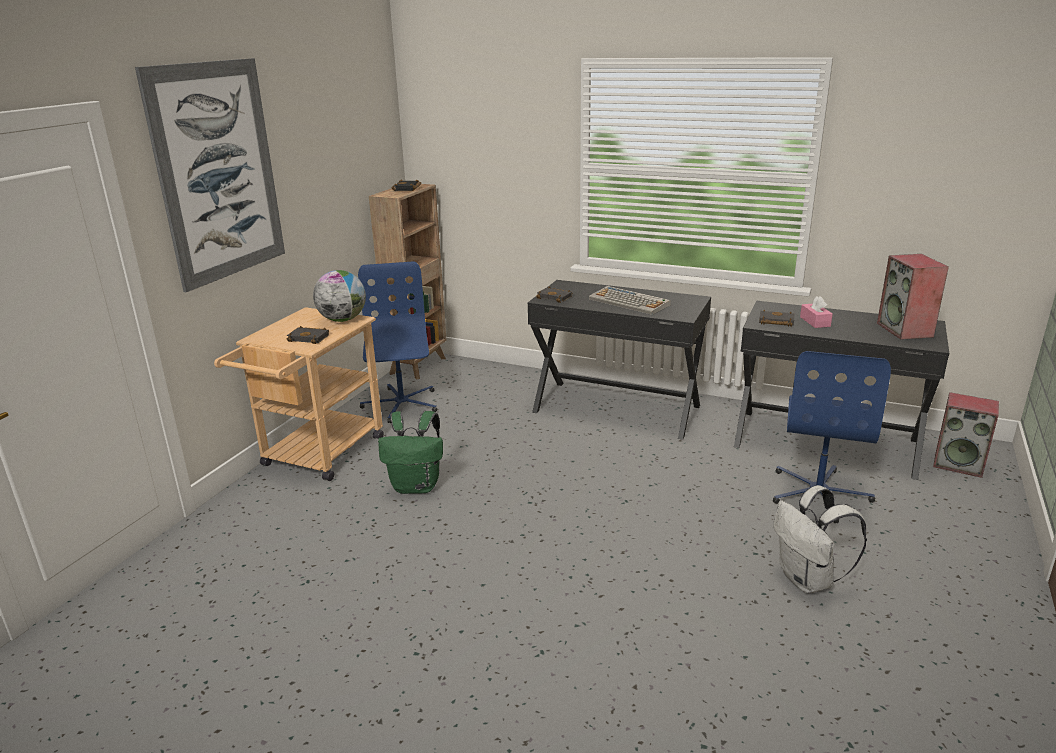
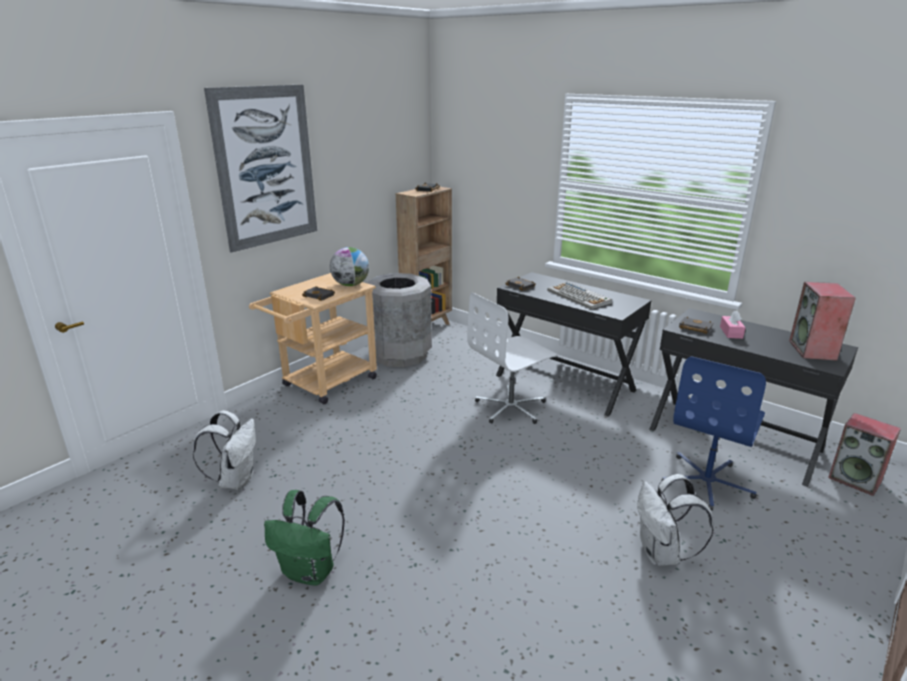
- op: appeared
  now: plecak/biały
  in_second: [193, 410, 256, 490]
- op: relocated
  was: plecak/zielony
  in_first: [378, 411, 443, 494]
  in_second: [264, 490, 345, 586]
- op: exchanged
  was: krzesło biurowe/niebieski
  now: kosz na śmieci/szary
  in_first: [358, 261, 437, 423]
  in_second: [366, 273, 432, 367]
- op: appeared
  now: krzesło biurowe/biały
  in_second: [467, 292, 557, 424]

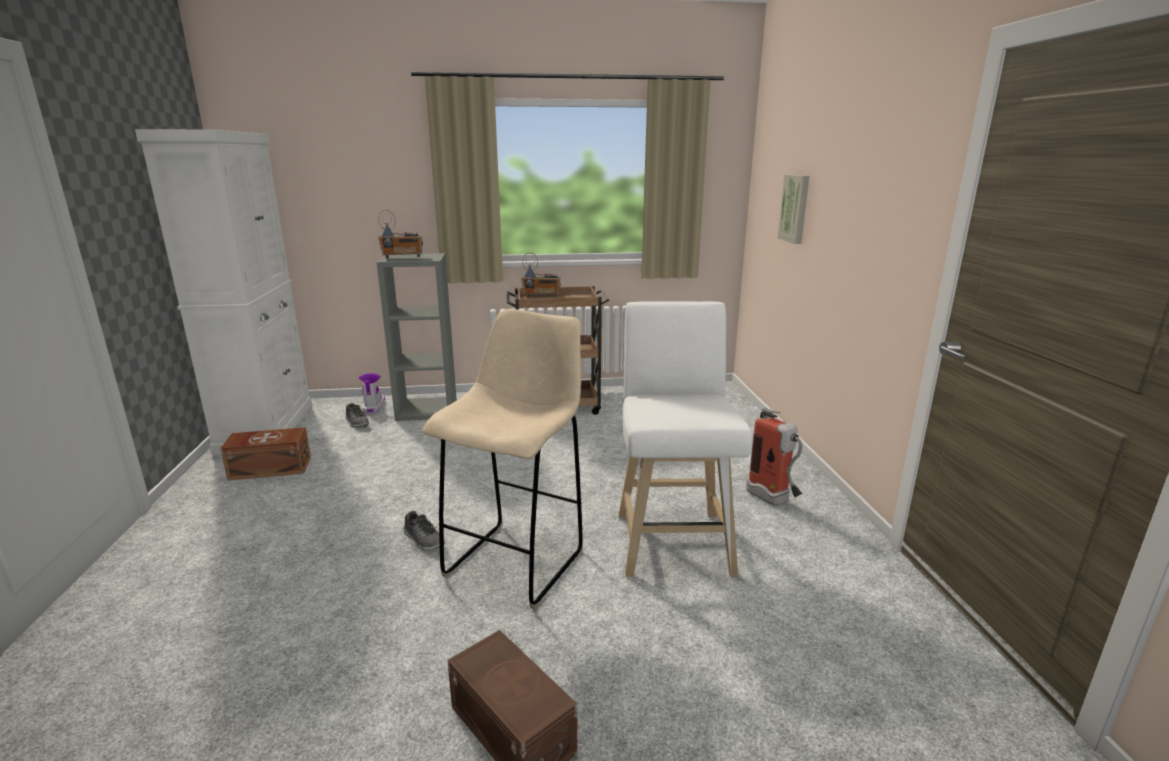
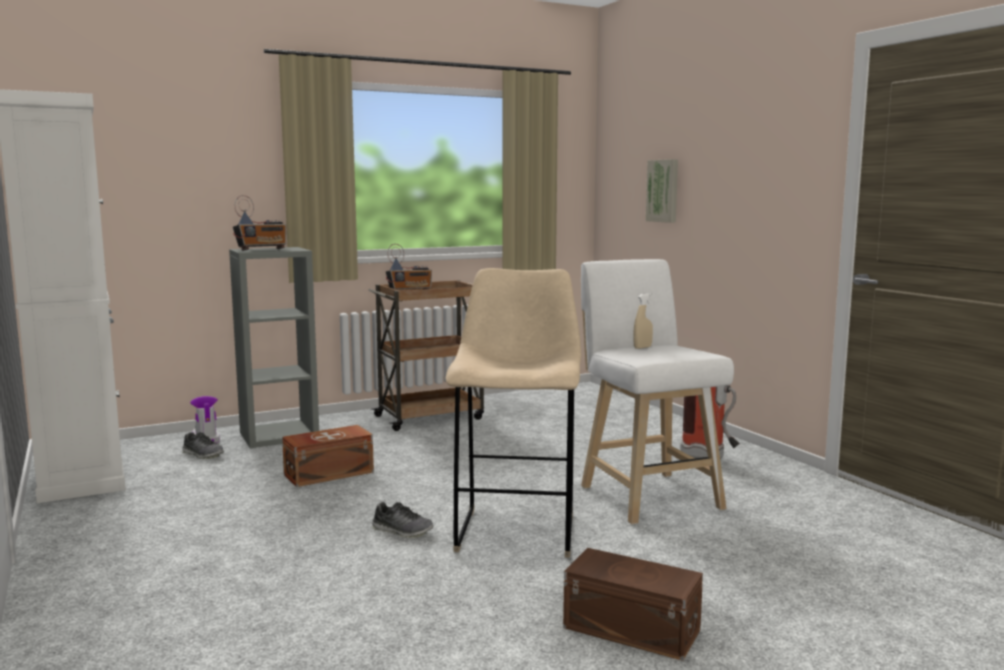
- op: relocated
  was: pojemnik do przechowywania/brązowy
  in_first: [220, 427, 311, 481]
  in_second: [282, 425, 374, 487]
- op: appeared
  now: spryskiwacz/beżowy
  in_second: [633, 293, 653, 349]

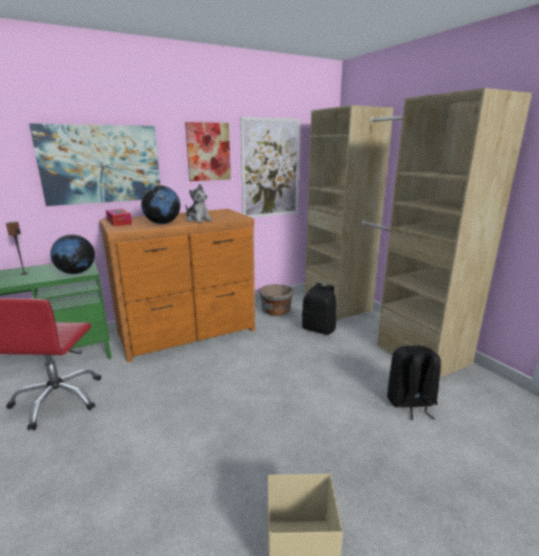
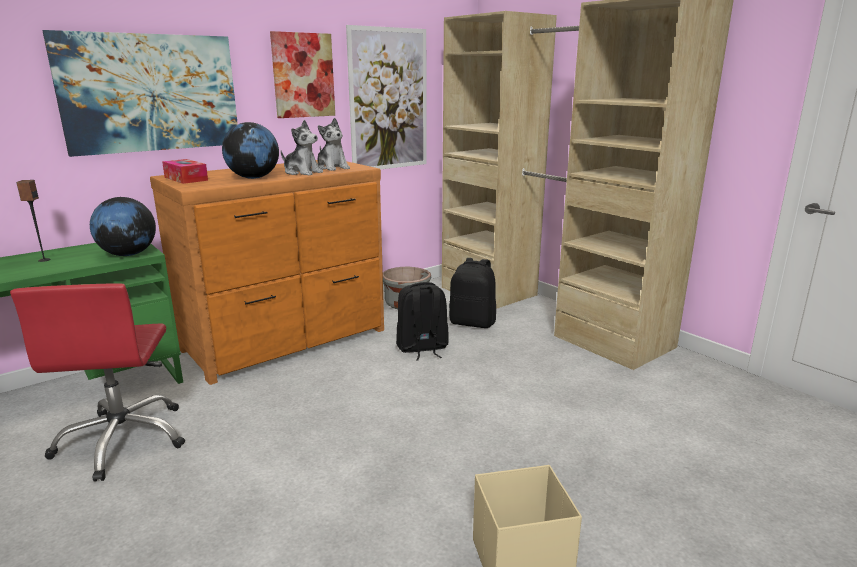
- op: appeared
  now: pluszak
  in_second: [317, 118, 350, 171]
- op: relocated
  was: plecak/czarny
  in_first: [387, 346, 441, 420]
  in_second: [396, 282, 449, 361]

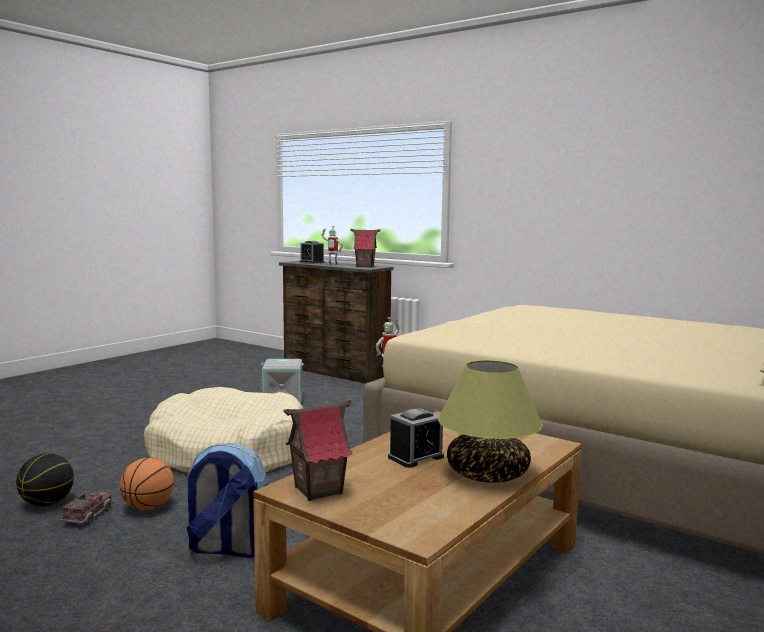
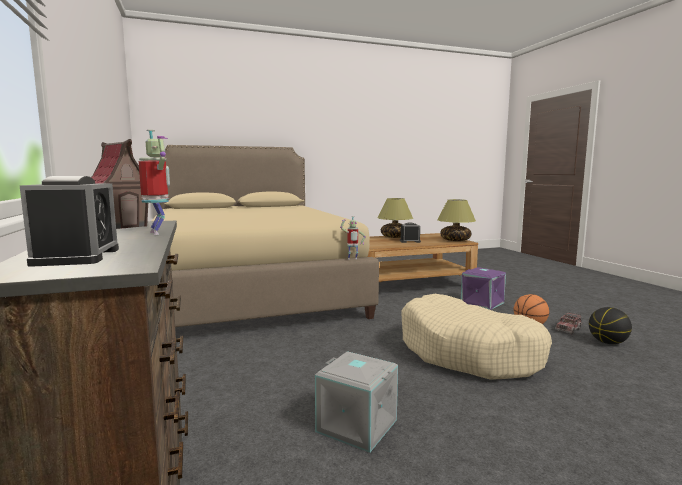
- op: exchanged
  was: domek
  now: lampa stołowa
  in_first: [284, 400, 353, 501]
  in_second: [437, 199, 476, 241]
- op: exchanged
  was: plecak
  now: pojemnik do przechowywania/fioletowy
  in_first: [185, 443, 267, 558]
  in_second: [461, 267, 506, 310]

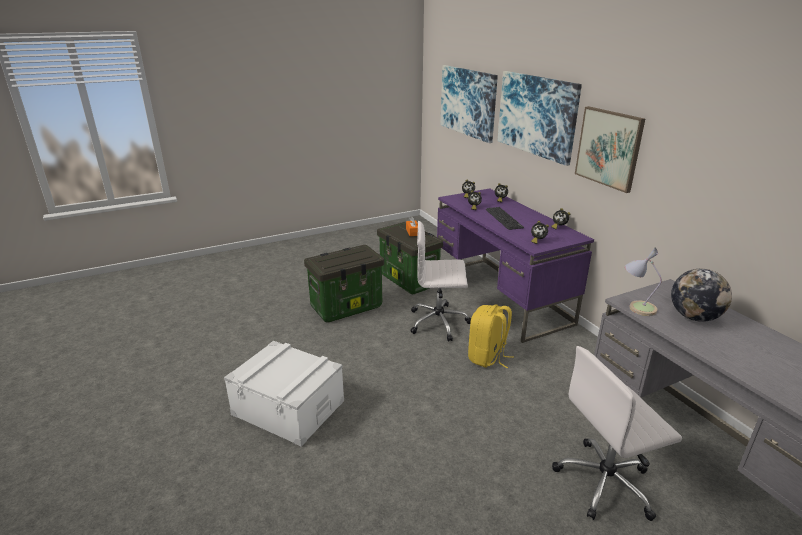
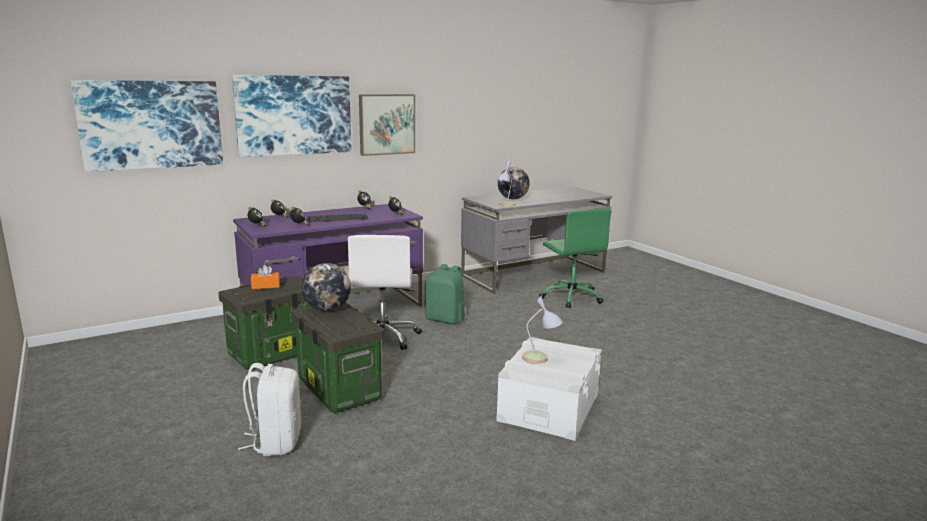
- op: appeared
  now: plecak/biały
  in_second: [238, 363, 301, 456]
- op: appeared
  now: globus
  in_second: [302, 263, 351, 311]
- op: colour
  was: plecak/żółty
  now: plecak/zielony
  in_first: [468, 305, 514, 368]
  in_second: [424, 264, 465, 325]
- op: appeared
  now: lampa stołowa
  in_second: [522, 296, 563, 364]
- op: colour
  was: krzesło biurowe/biały
  now: krzesło biurowe/zielony
  in_first: [552, 346, 682, 521]
  in_second: [539, 209, 612, 308]

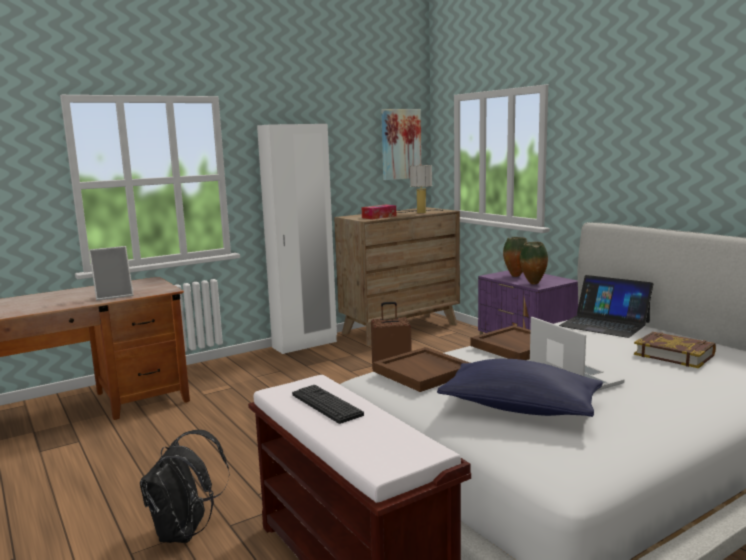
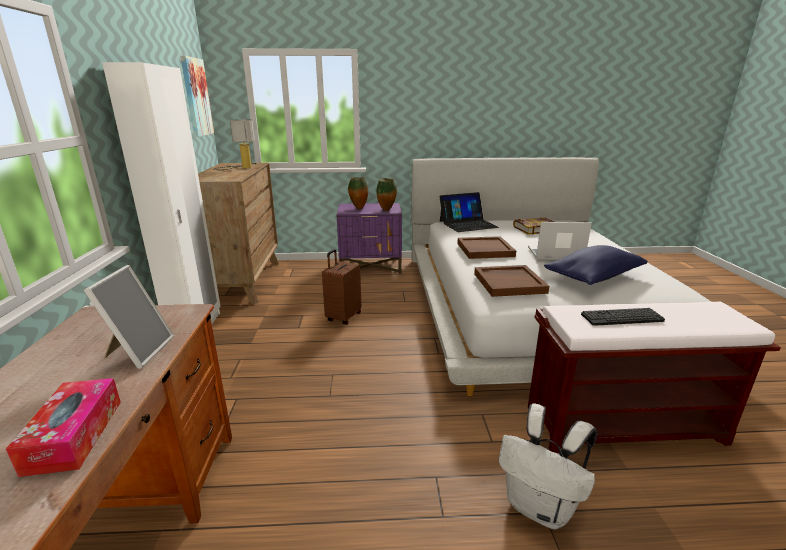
- op: relocated
  was: pudełko chusteczek
  in_first: [362, 205, 396, 219]
  in_second: [6, 378, 121, 477]
- op: colour
  was: plecak/czarny
  now: plecak/biały
  in_first: [140, 430, 230, 543]
  in_second: [499, 404, 598, 530]

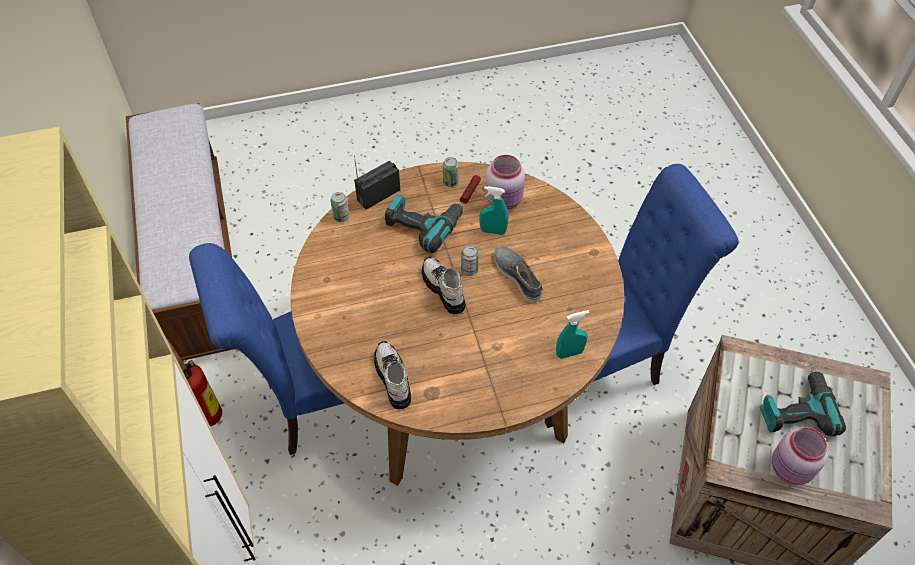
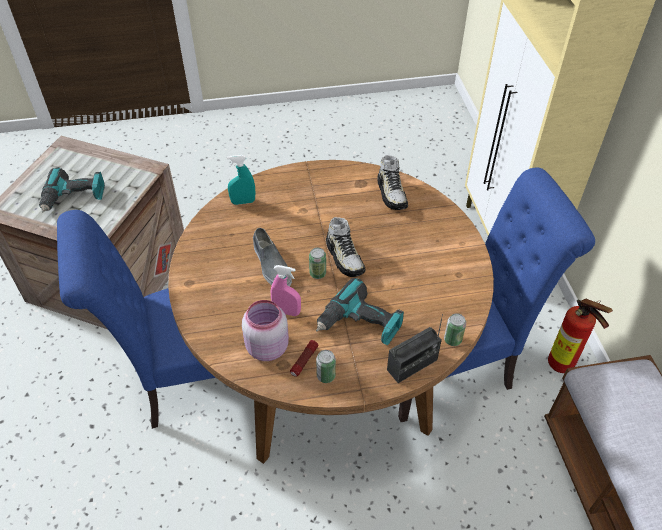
- op: colour
  was: spryskiwacz/turkusowy
  now: spryskiwacz/różowy
  in_first: [480, 186, 508, 235]
  in_second: [271, 265, 301, 316]
- op: missing
  was: słoik/różowy
  in_first: [772, 428, 829, 485]

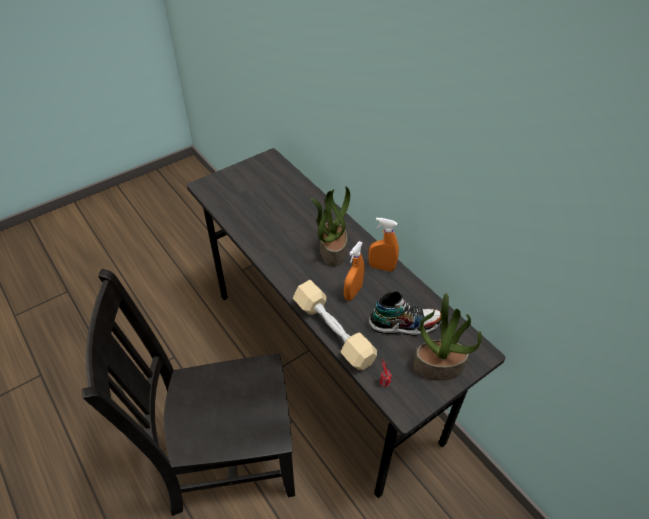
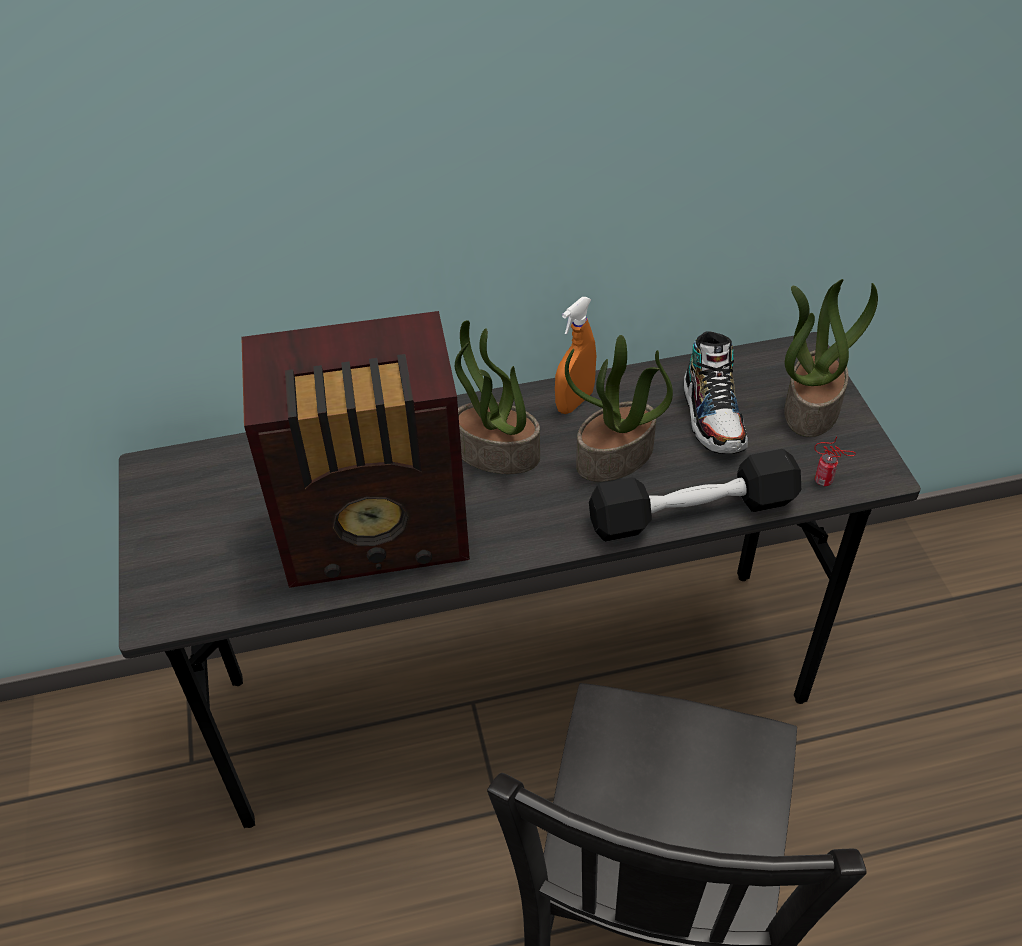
- op: appeared
  now: radio
  in_second: [241, 311, 470, 588]
- op: exchanged
  was: spryskiwacz/pomarańczowy
  now: roślina doniczkowa
  in_first: [344, 241, 364, 301]
  in_second: [565, 335, 673, 482]
- op: colour
  was: hantel/beżowy
  now: hantel/czarny
  in_first: [293, 280, 377, 370]
  in_second: [589, 449, 801, 541]
- op: spun
  was: but
  in_first: [369, 291, 442, 336]
  in_second: [684, 331, 748, 454]
  clockwise: 150

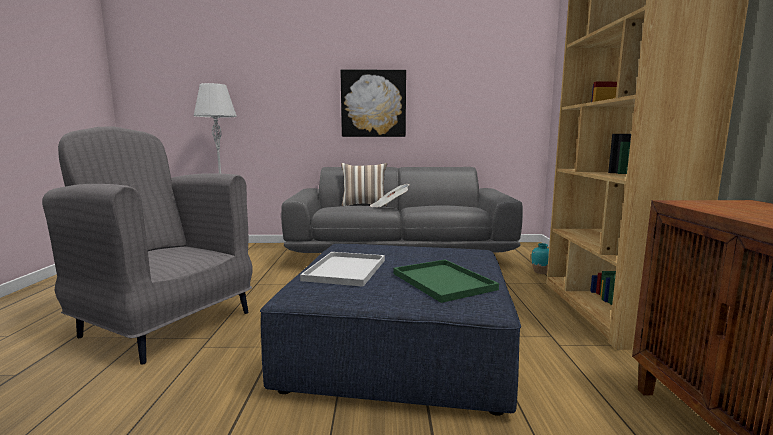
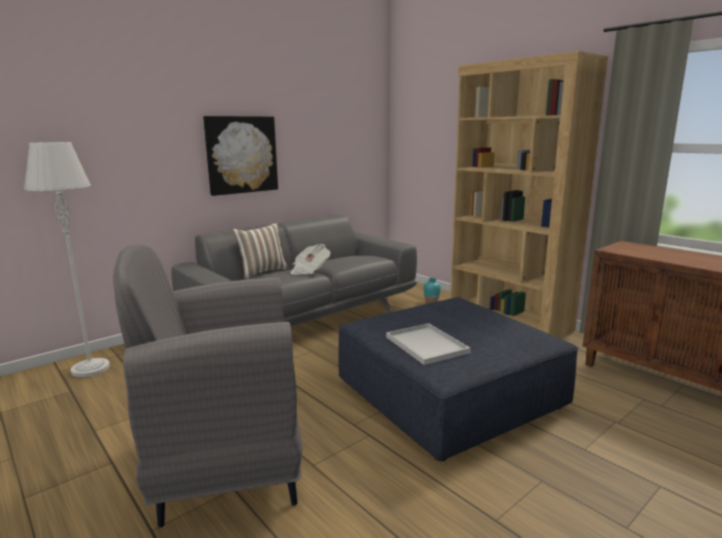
- op: missing
  was: taca/zielony
  in_first: [393, 259, 499, 303]

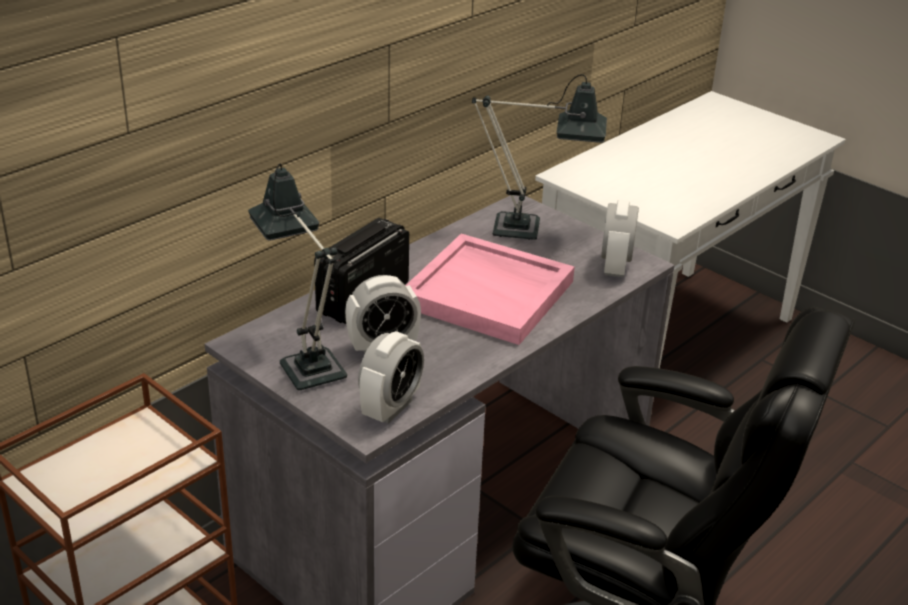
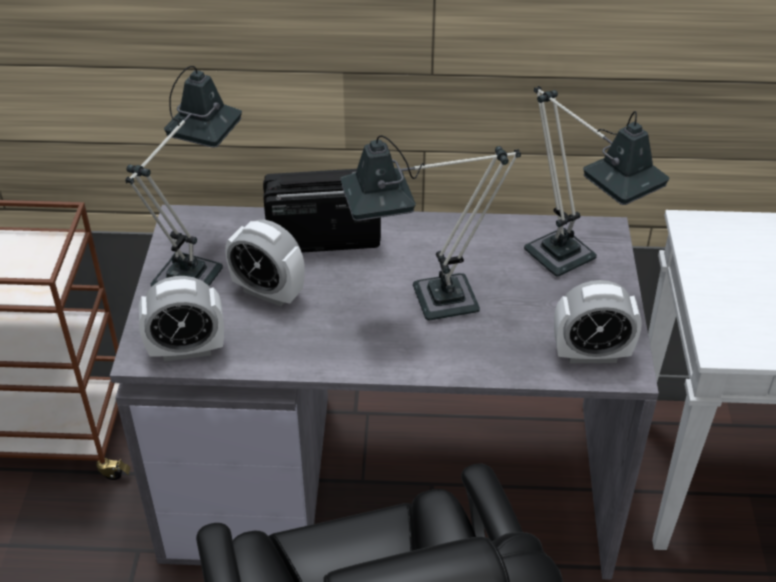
- op: exchanged
  was: taca/różowy
  now: lampa stołowa
  in_first: [405, 234, 575, 345]
  in_second: [340, 135, 521, 320]
- op: spun
  was: budzik
  in_first: [601, 200, 639, 277]
  in_second: [554, 280, 642, 363]
  clockwise: -150

